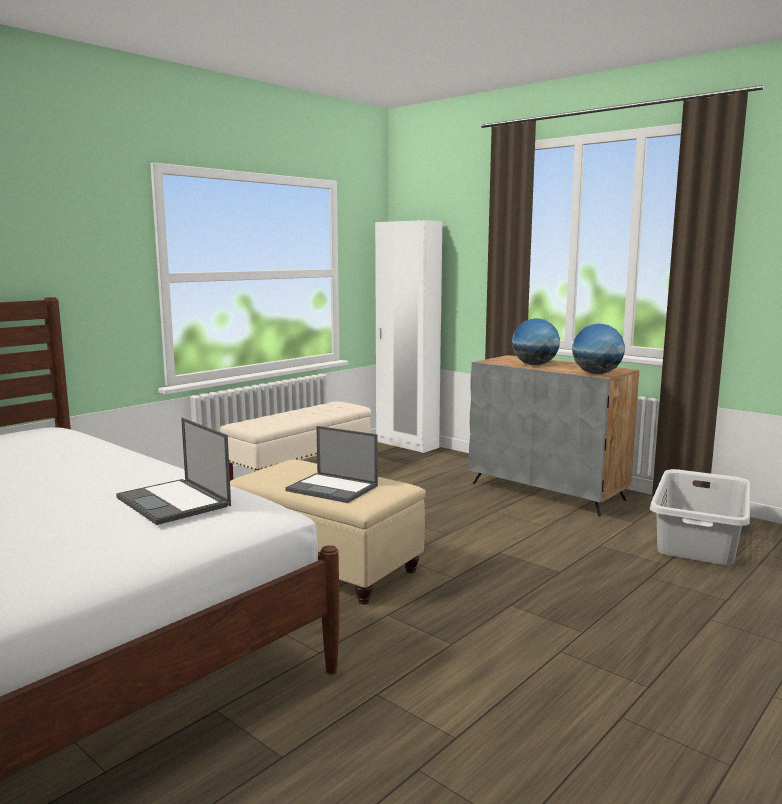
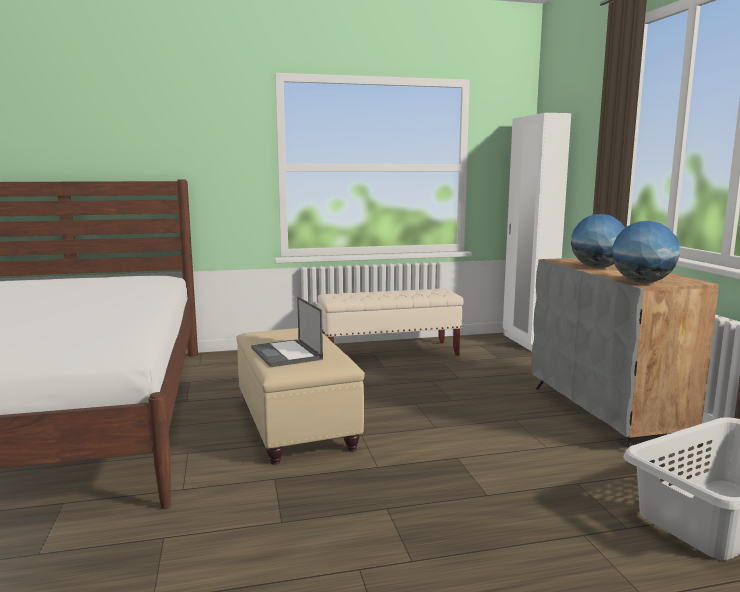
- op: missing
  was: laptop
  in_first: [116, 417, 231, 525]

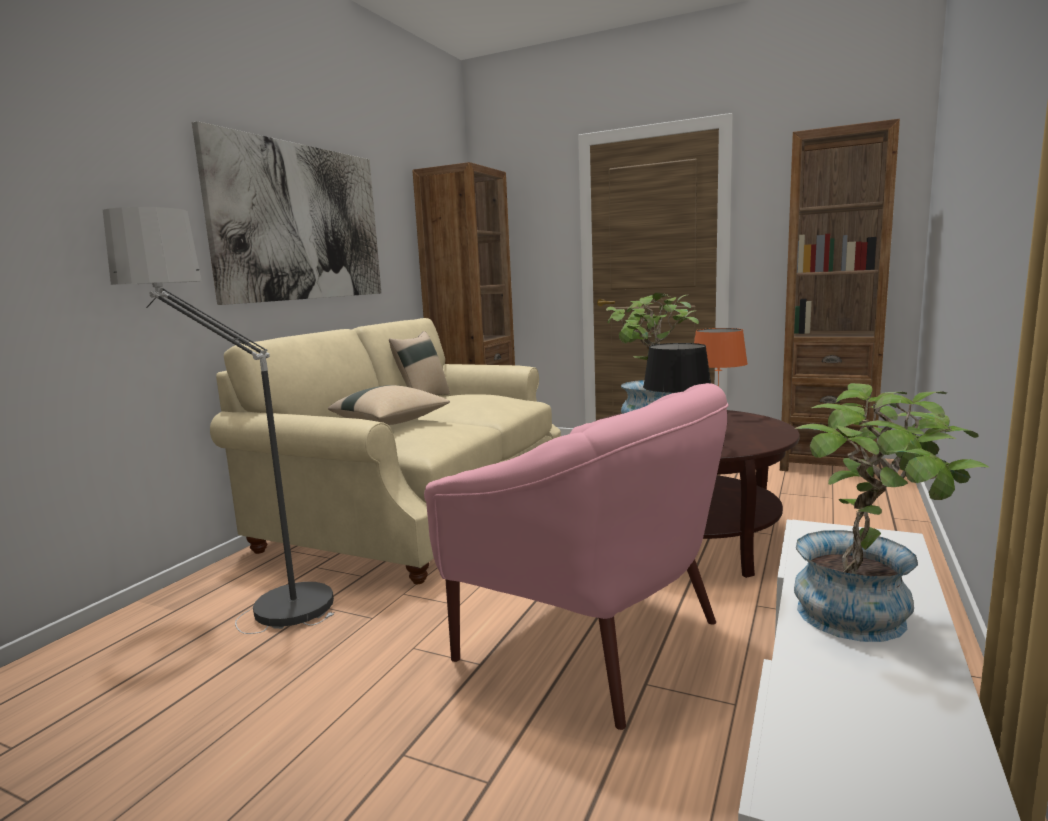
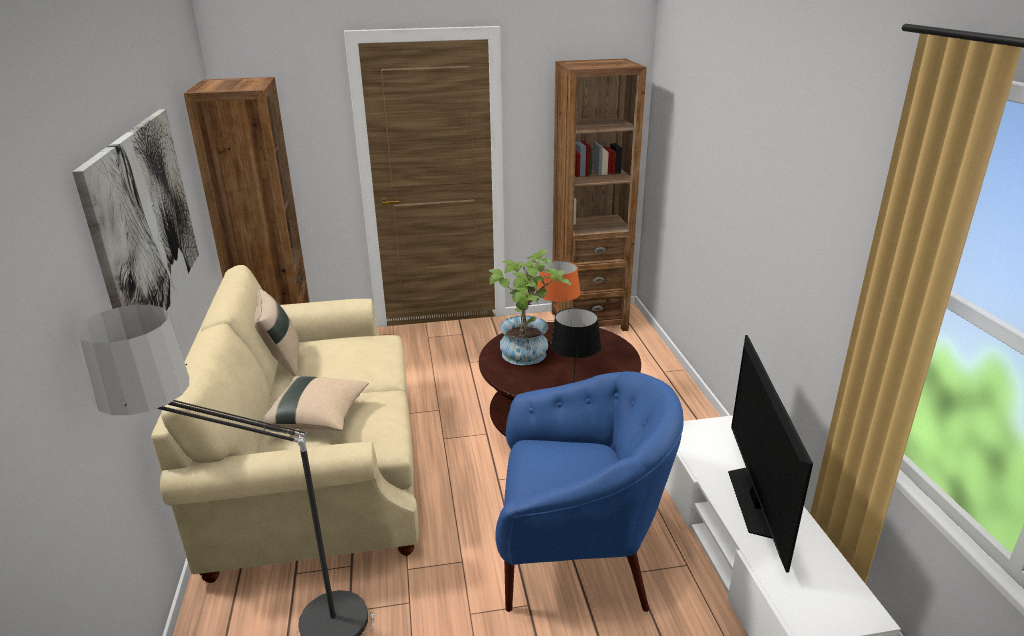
- op: colour
  was: fotel/różowy
  now: fotel/niebieski
  in_first: [424, 383, 729, 730]
  in_second: [495, 371, 684, 612]
- op: exchanged
  was: roślina doniczkowa
  now: telewizor
  in_first: [794, 383, 989, 642]
  in_second: [728, 335, 813, 573]

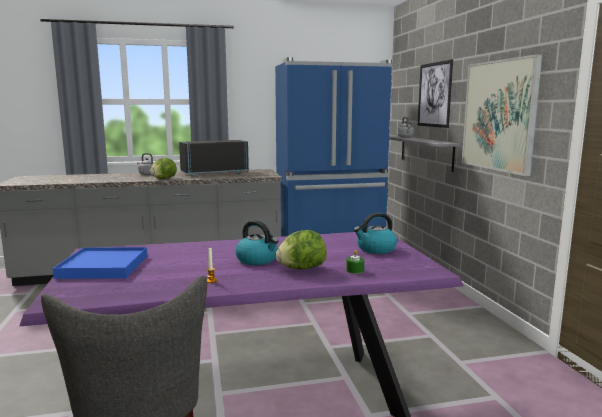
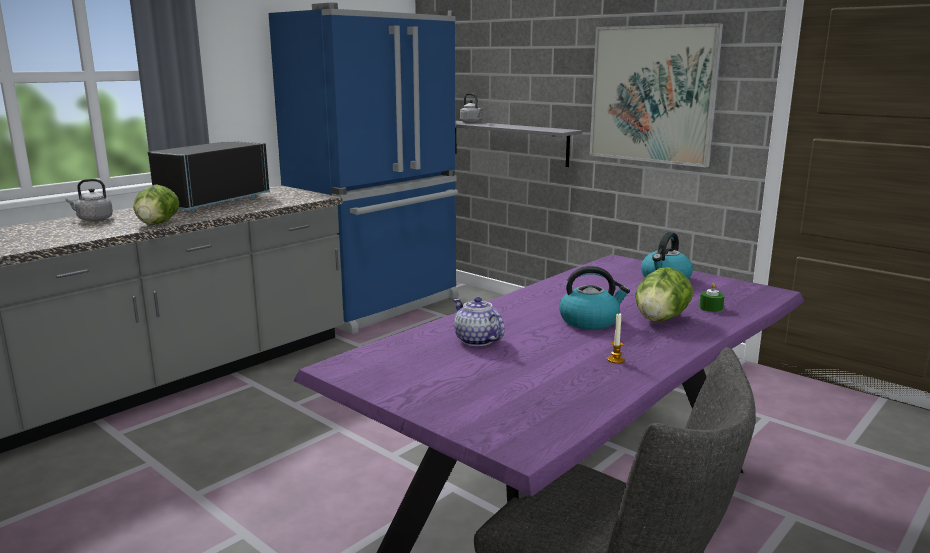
- op: appeared
  now: imbryk
  in_second: [453, 297, 505, 346]
- op: missing
  was: taca/niebieski
  in_first: [53, 247, 147, 279]
- op: missing
  was: obraz
  in_first: [418, 59, 453, 128]

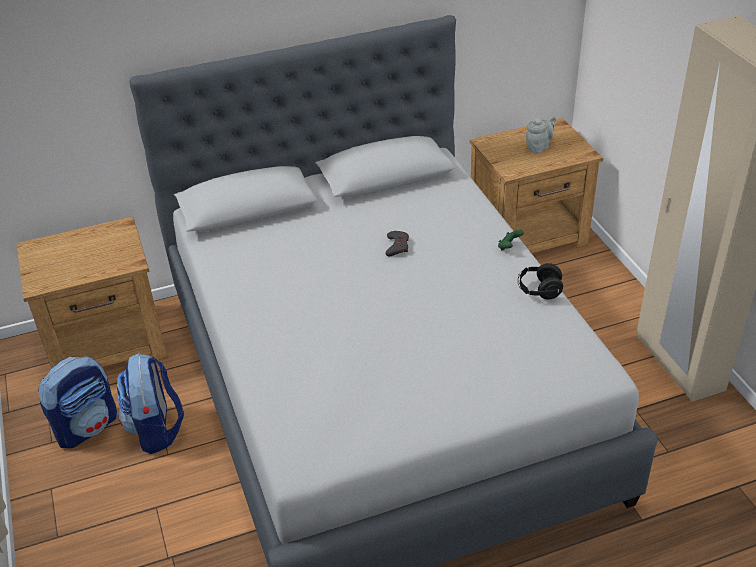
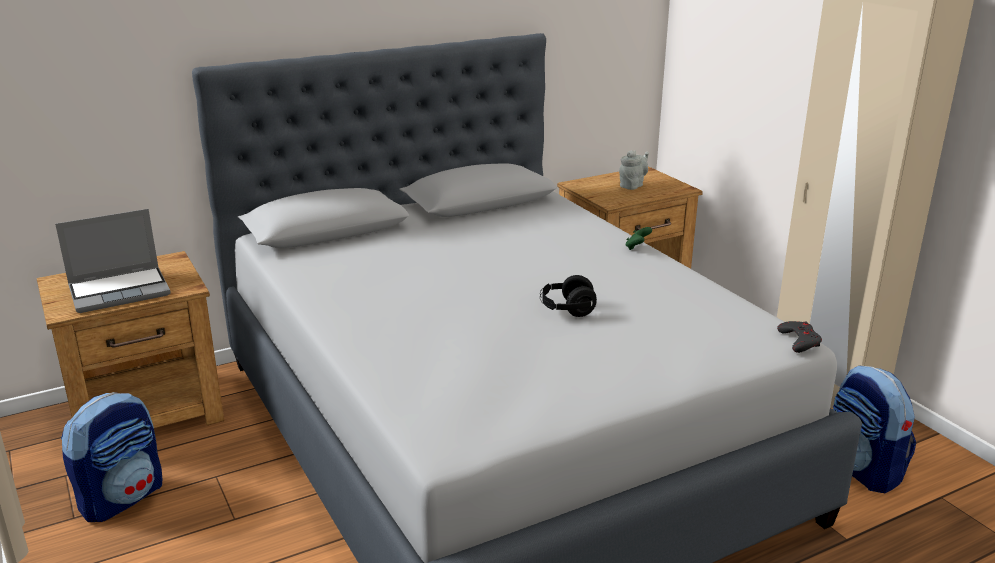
- op: appeared
  now: laptop
  in_second: [55, 209, 171, 313]
- op: relocated
  was: słuchawki/czarny
  in_first: [518, 263, 563, 300]
  in_second: [540, 275, 597, 317]
- op: relocated
  was: pad do gier/szary
  in_first: [385, 231, 409, 256]
  in_second: [777, 321, 822, 353]
- op: relocated
  was: plecak
  in_first: [117, 353, 184, 454]
  in_second: [833, 365, 916, 493]

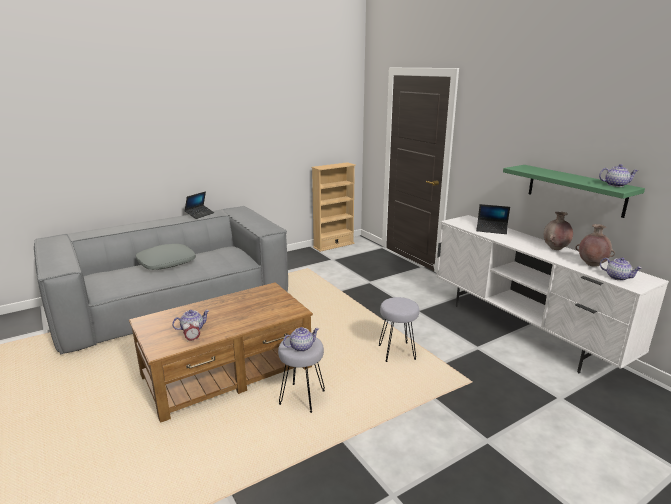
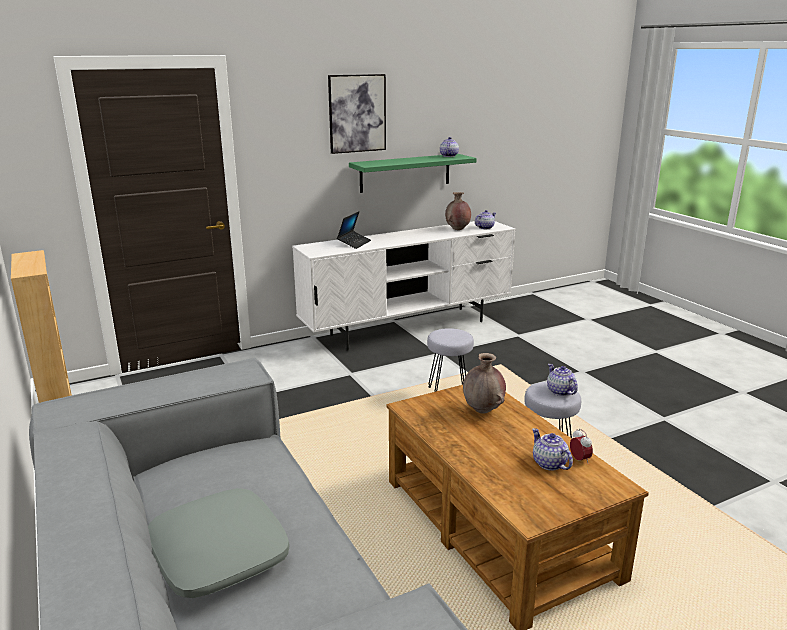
- op: appeared
  now: obraz
  in_second: [328, 74, 386, 154]
- op: relocated
  was: wazon/brązowy
  in_first: [544, 212, 573, 250]
  in_second: [463, 353, 506, 414]
- op: missing
  was: laptop
  in_first: [184, 191, 214, 219]

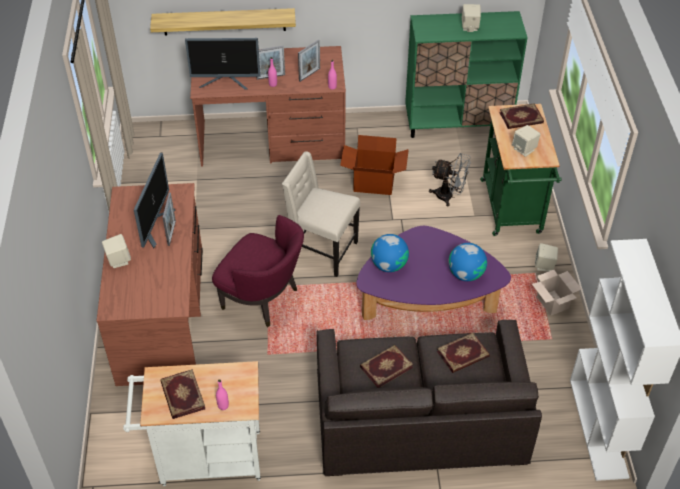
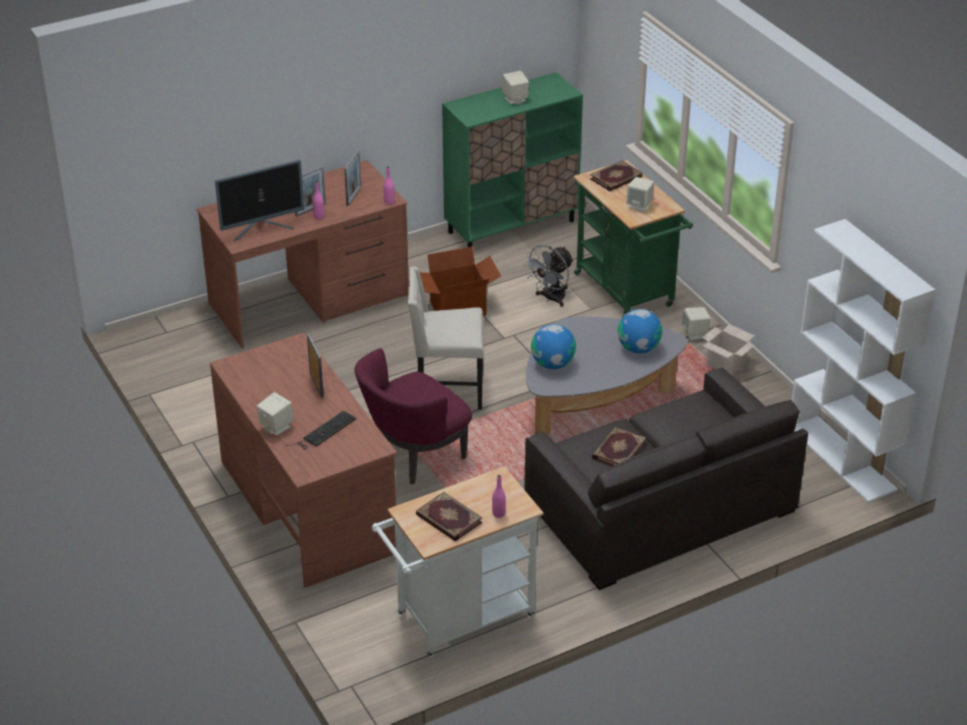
- op: appeared
  now: klawiatura
  in_second: [285, 411, 356, 450]
- op: spun
  was: fotel/fioletowy
  in_first: [212, 215, 304, 327]
  in_second: [355, 348, 472, 484]
  clockwise: 135
- op: spun
  was: wentylator/szary
  in_first: [429, 153, 470, 207]
  in_second: [523, 245, 574, 307]
  clockwise: 135
- op: colour
  was: ława/fioletowy
  now: ława/szary
  in_first: [357, 226, 511, 320]
  in_second: [526, 317, 687, 436]
- op: missing
  was: monitor
  in_first: [134, 152, 175, 248]
- op: missing
  was: półka
  in_first: [150, 8, 296, 36]
- op: missing
  was: książka
  in_first: [437, 333, 490, 373]

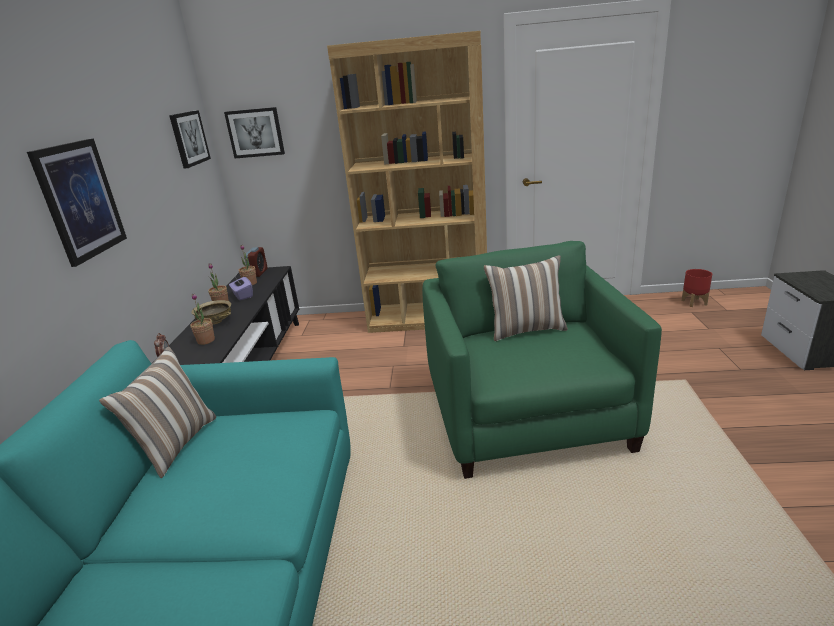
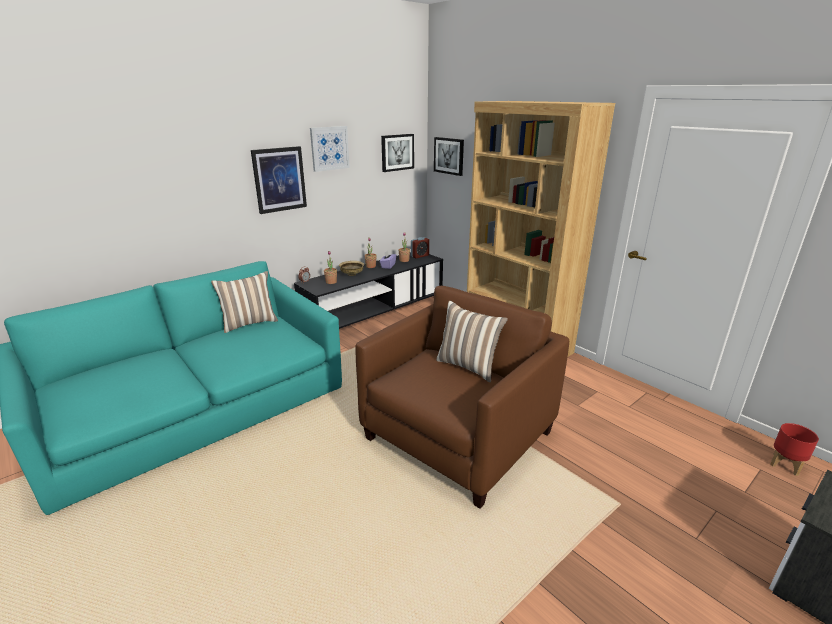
- op: appeared
  now: obraz
  in_second: [310, 126, 350, 172]
- op: colour
  was: fotel/zielony
  now: fotel/brązowy
  in_first: [422, 241, 662, 479]
  in_second: [355, 286, 569, 509]

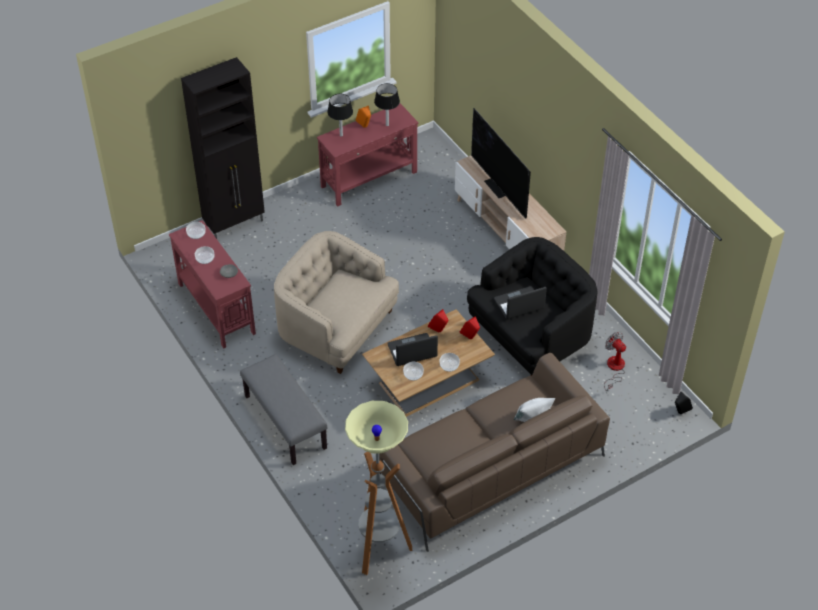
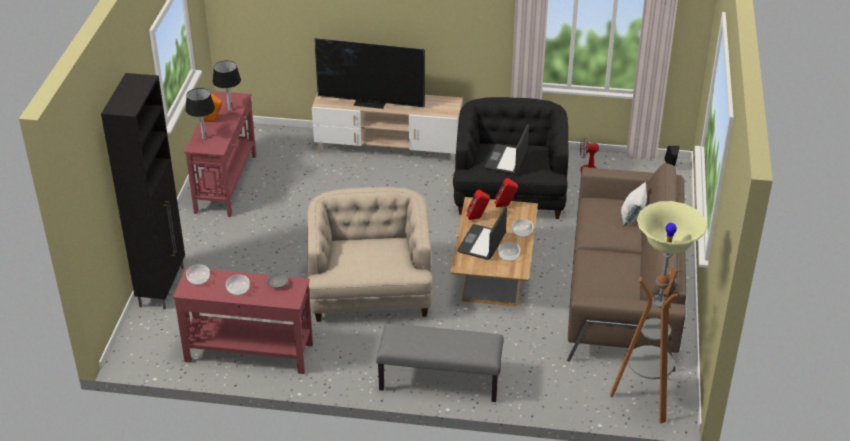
- op: spun
  was: fotel/beżowy
  in_first: [274, 231, 399, 374]
  in_second: [307, 187, 433, 322]
  clockwise: 105

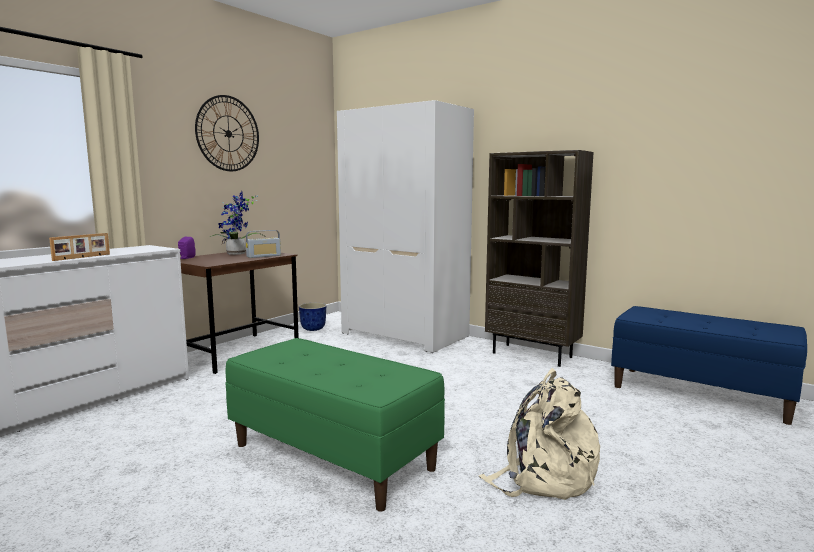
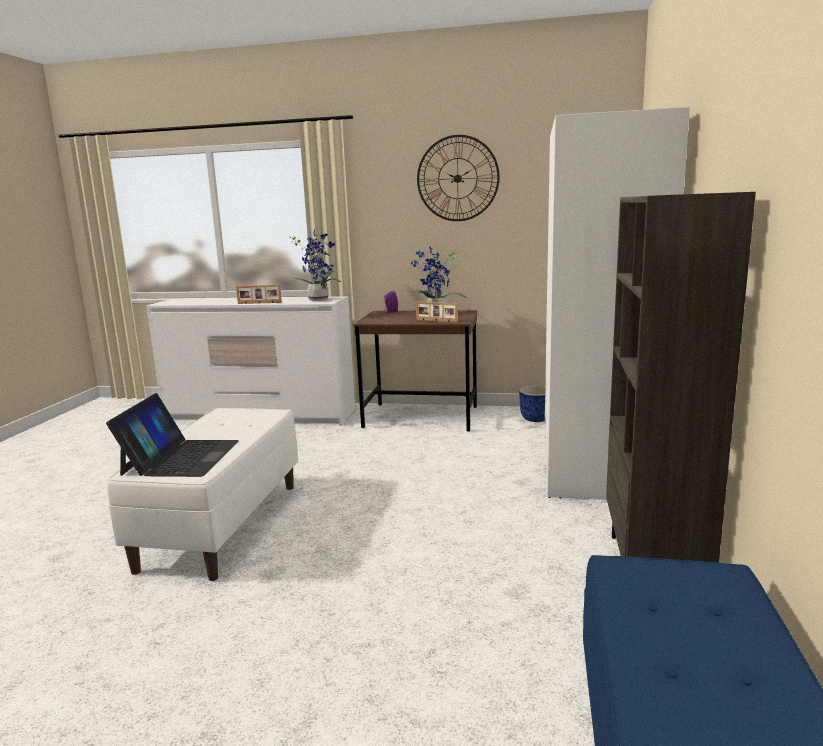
- op: appeared
  now: laptop
  in_second: [106, 393, 239, 477]
- op: colour
  was: ławka/zielony
  now: ławka/biały
  in_first: [226, 338, 445, 512]
  in_second: [107, 408, 298, 581]
- op: appeared
  now: roślina doniczkowa
  in_second: [286, 230, 341, 301]
- op: exchanged
  was: radio
  now: ramka na zdjęcie
  in_first: [246, 230, 281, 258]
  in_second: [416, 301, 458, 323]
- op: missing
  was: plecak/beżowy
  in_first: [479, 368, 600, 500]

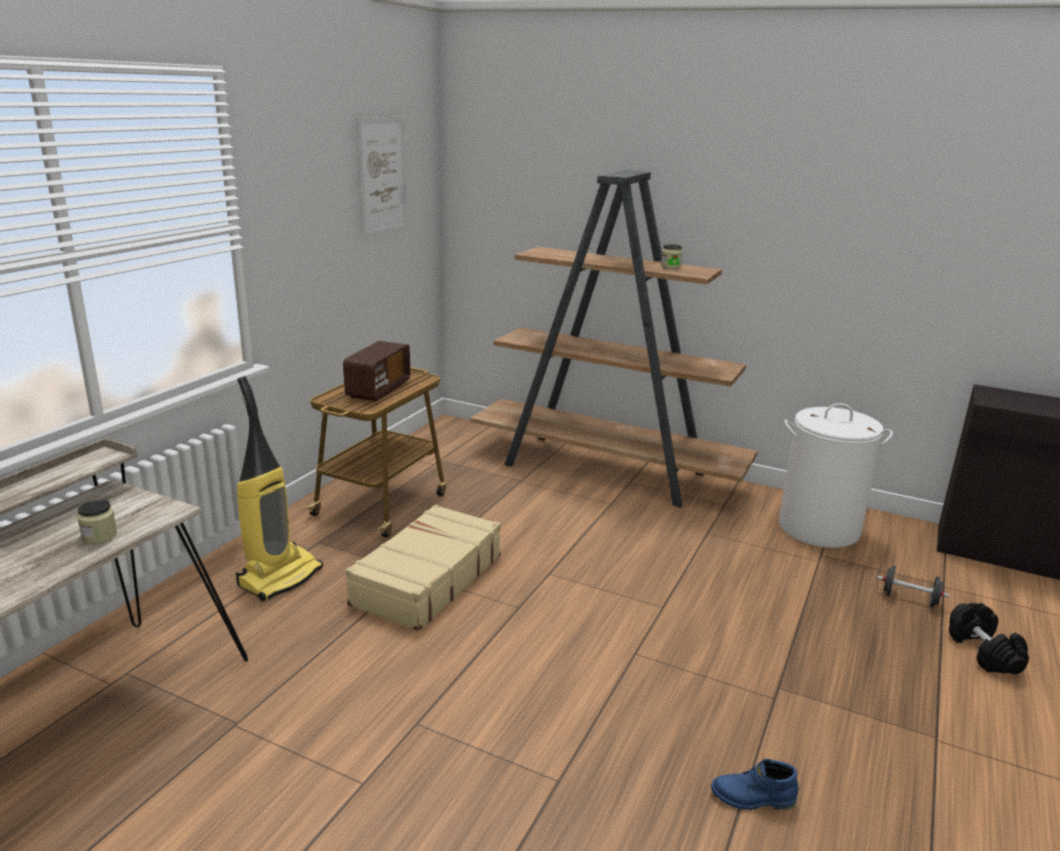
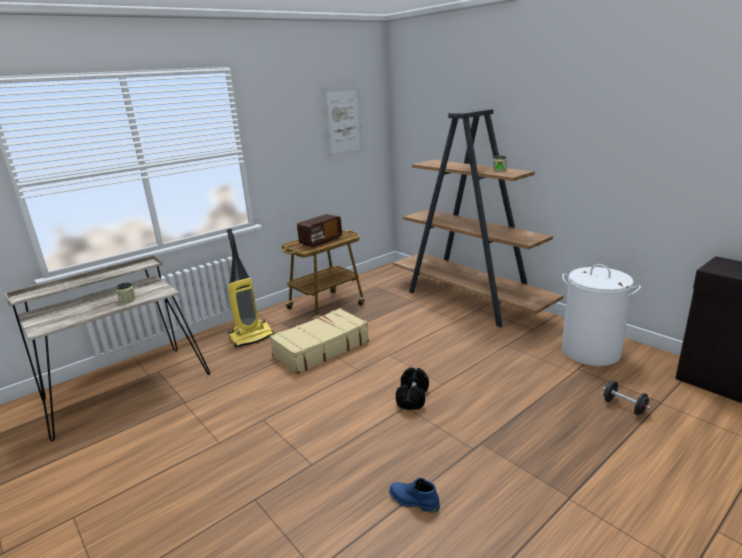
- op: relocated
  was: hantel/czarny
  in_first: [949, 603, 1029, 674]
  in_second: [396, 367, 429, 410]

